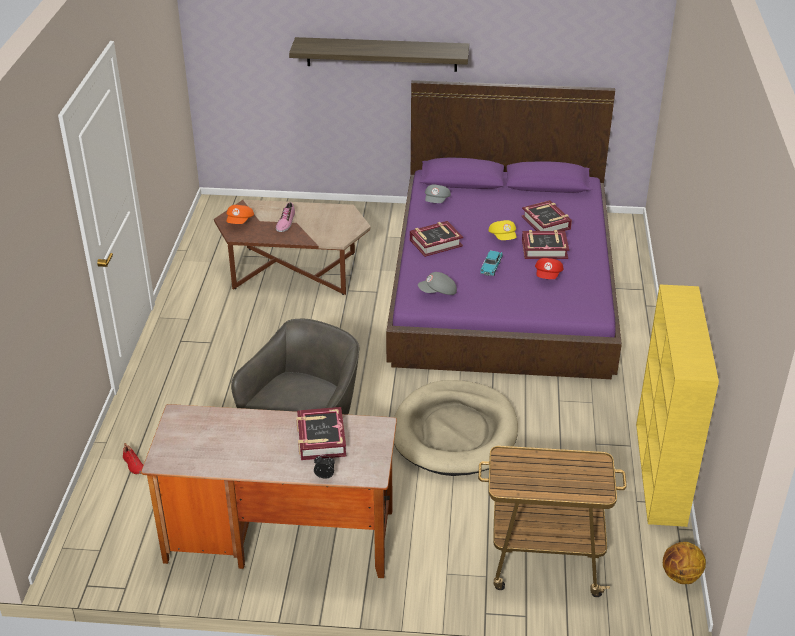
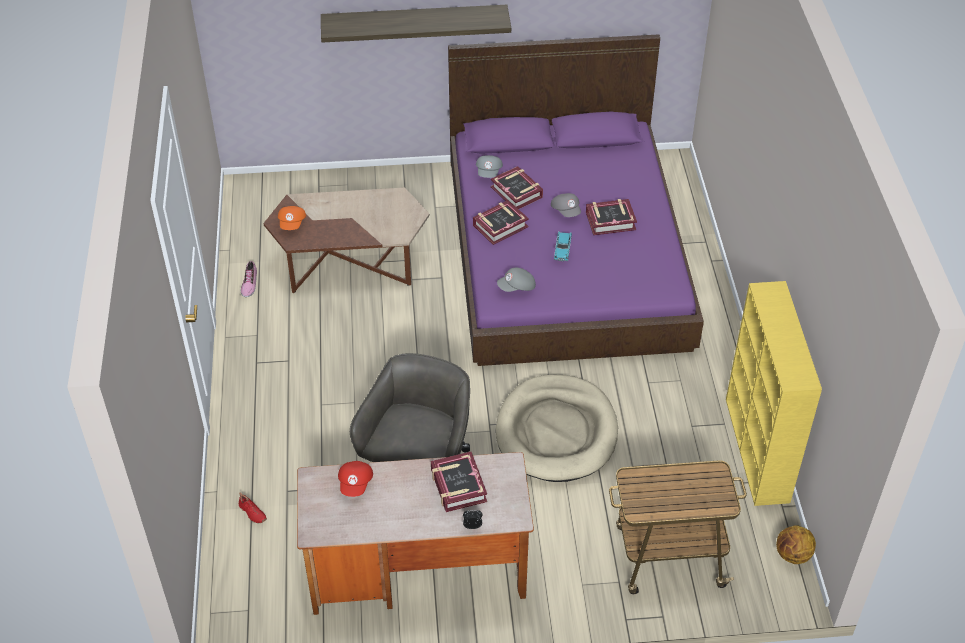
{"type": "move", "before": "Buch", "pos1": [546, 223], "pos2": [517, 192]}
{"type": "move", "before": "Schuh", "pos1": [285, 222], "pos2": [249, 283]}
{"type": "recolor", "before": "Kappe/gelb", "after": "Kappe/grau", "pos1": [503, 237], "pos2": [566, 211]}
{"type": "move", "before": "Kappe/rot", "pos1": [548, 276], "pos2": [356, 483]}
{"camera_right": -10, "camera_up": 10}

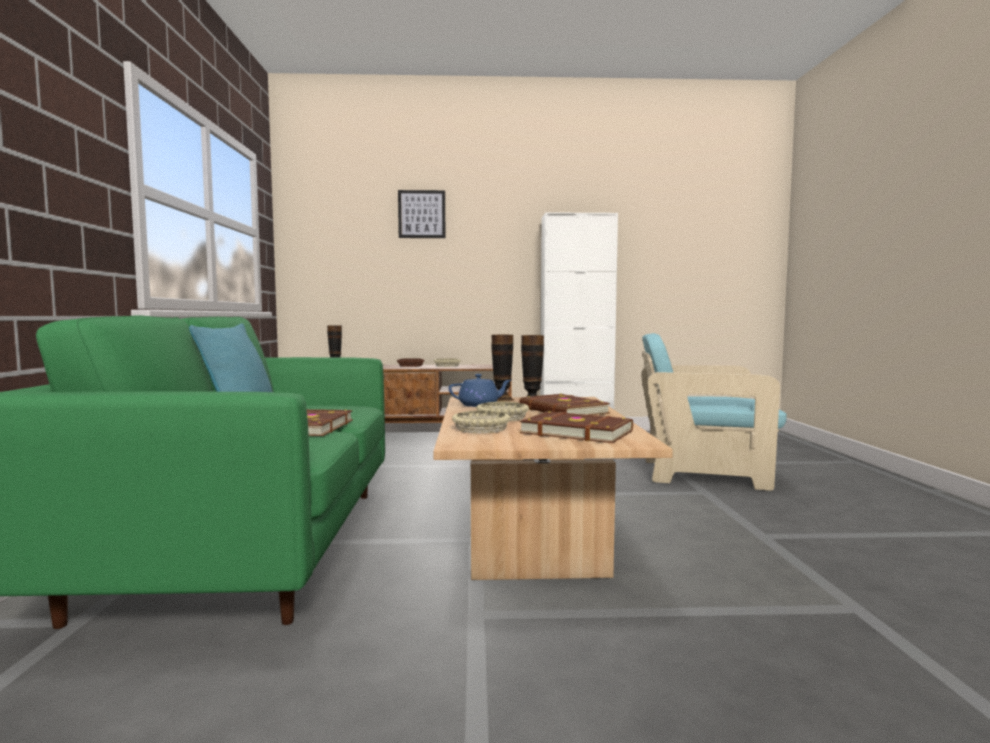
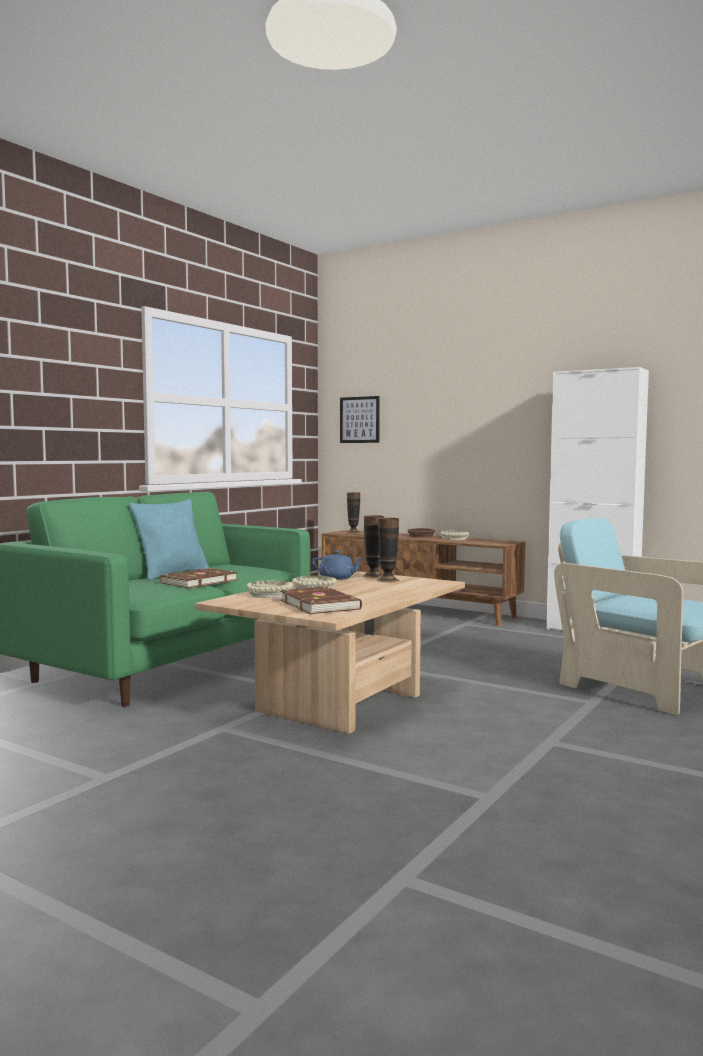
{"type": "move", "before": "Bild", "pos1": [421, 214], "pos2": [359, 419]}
{"type": "delete", "before": "Buch/braun", "pos1": [562, 410]}
{"camera_right": 35, "camera_up": 0}

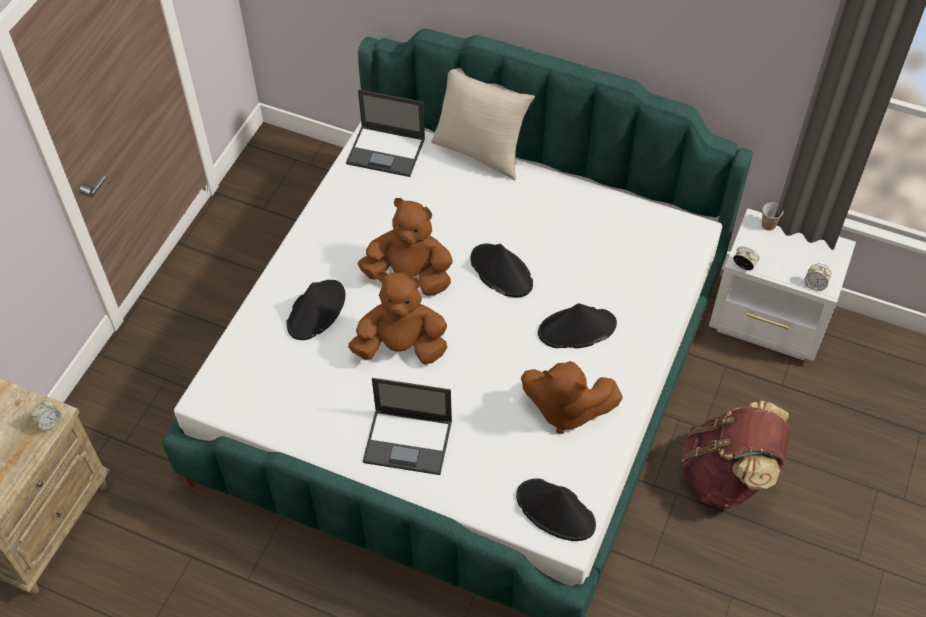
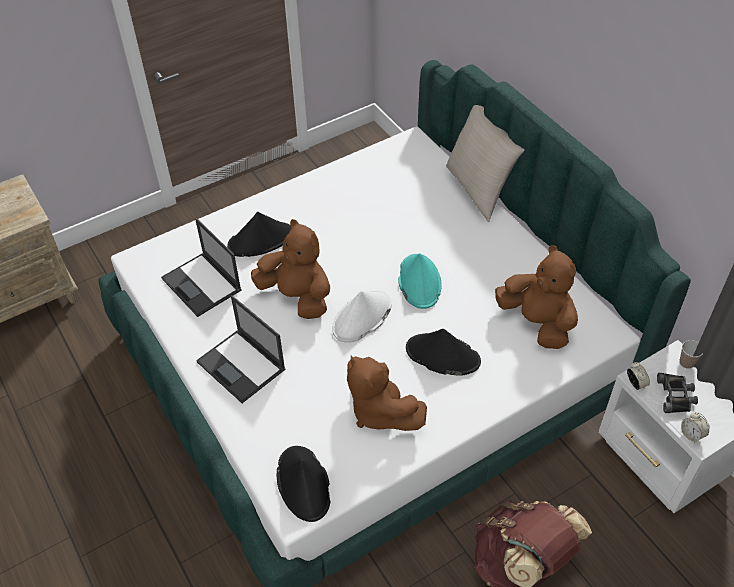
{"type": "move", "before": "Laptop", "pos1": [387, 151], "pos2": [202, 285]}
{"type": "move", "before": "Plüschtier/braun", "pos1": [410, 275], "pos2": [537, 322]}
{"type": "recolor", "before": "Hut/schwarz", "after": "Hut/türkis", "pos1": [501, 271], "pos2": [419, 282]}
{"type": "delete", "before": "Wecker", "pos1": [50, 422]}
{"type": "insert", "after": "Hut/weiß", "pos2": [362, 317]}
{"type": "insert", "after": "Fernglas/schwarz", "pos2": [676, 396]}
{"camera_right": 35, "camera_up": -5}

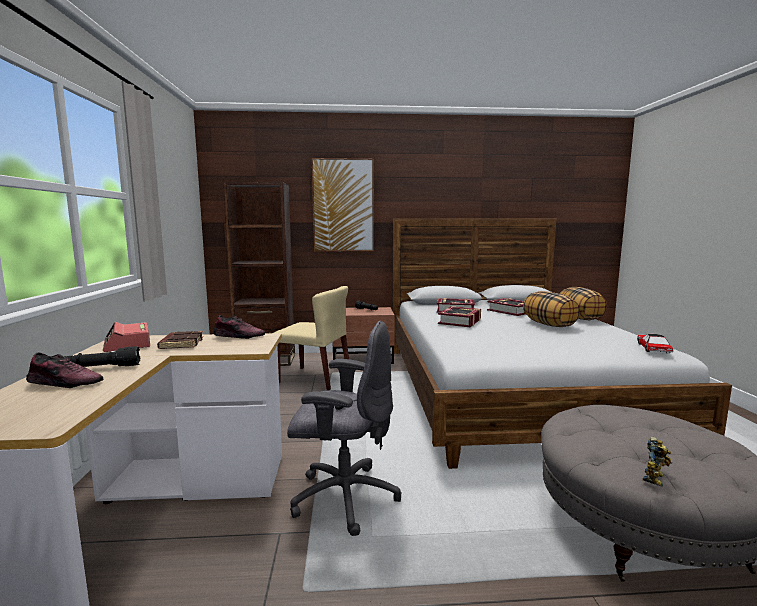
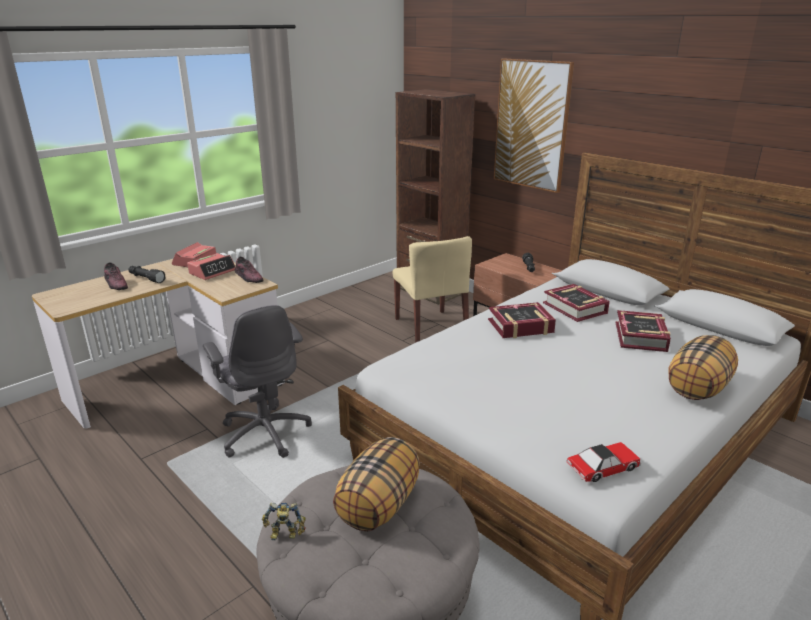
{"type": "move", "before": "Kissen", "pos1": [549, 325], "pos2": [379, 506]}
{"type": "replace", "before": "Buch/braun", "after": "Wecker", "pos1": [181, 343], "pos2": [212, 272]}
{"camera_right": 50, "camera_up": 15}

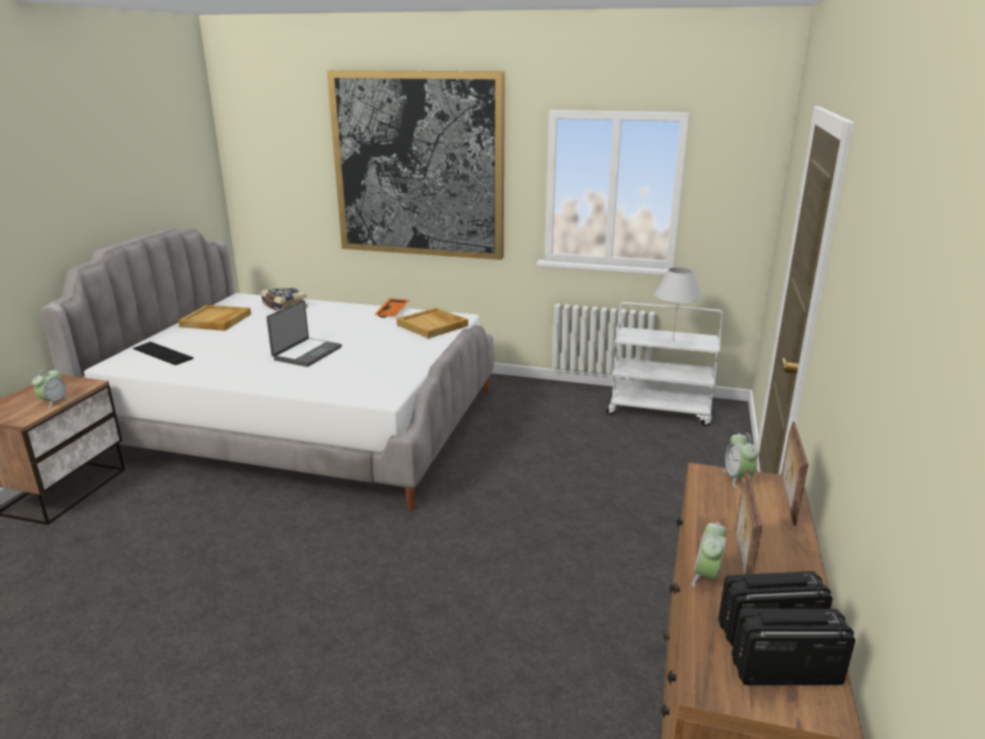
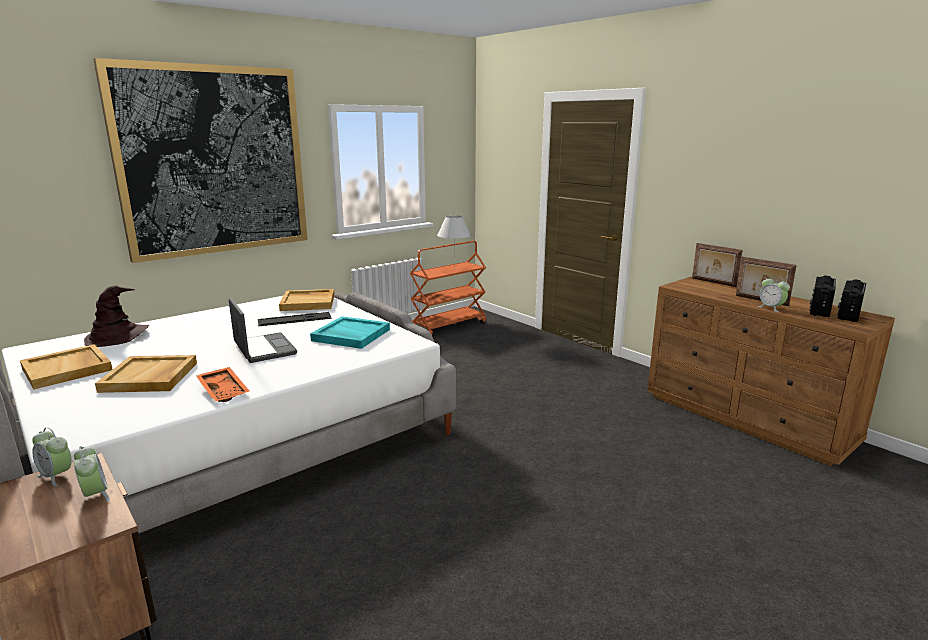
{"type": "replace", "before": "Buch", "after": "Hut/braun", "pos1": [284, 307], "pos2": [117, 336]}
{"type": "move", "before": "Tablett/orange", "pos1": [393, 312], "pos2": [224, 391]}
{"type": "recolor", "before": "Rollwagen/weiß", "after": "Rollwagen/orange", "pos1": [659, 411], "pos2": [448, 326]}
{"type": "move", "before": "Tastatur", "pos1": [162, 353], "pos2": [294, 319]}
{"type": "move", "before": "Wecker", "pos1": [737, 478], "pos2": [57, 476]}
{"type": "insert", "after": "Tablett/türkis", "pos2": [350, 335]}
{"type": "insert", "after": "Tablett/beige", "pos2": [150, 377]}
{"camera_right": -55, "camera_up": -5}

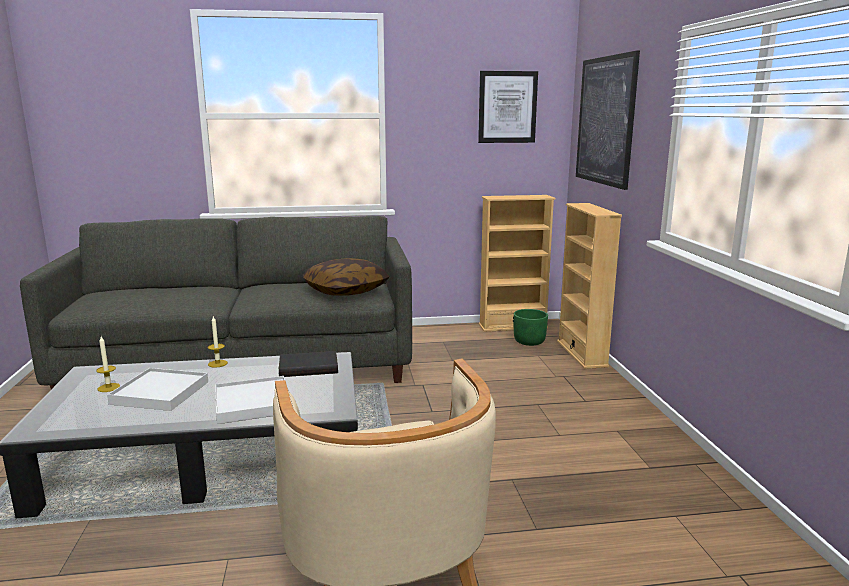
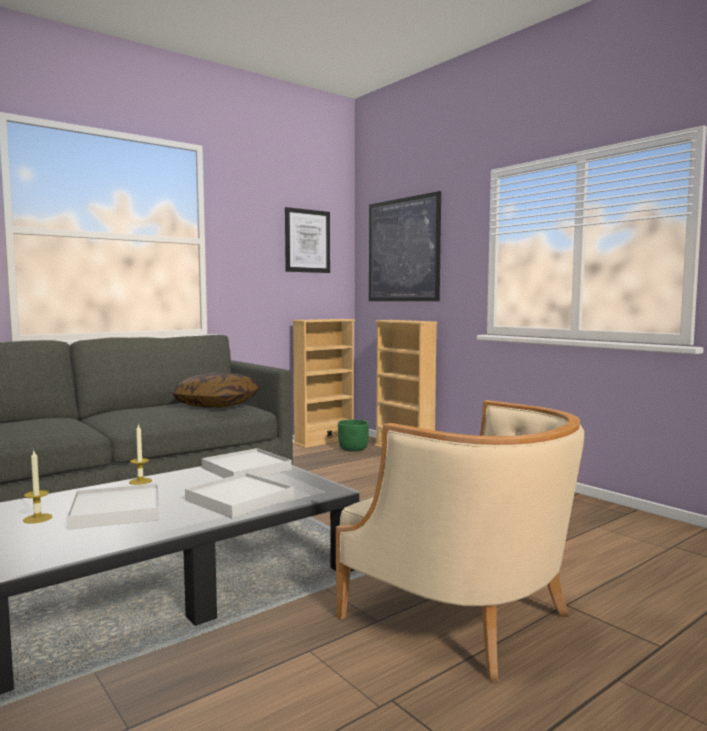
{"type": "replace", "before": "Buch/schwarz", "after": "Tablett/weiß", "pos1": [309, 367], "pos2": [246, 469]}
{"camera_right": -30, "camera_up": -10}

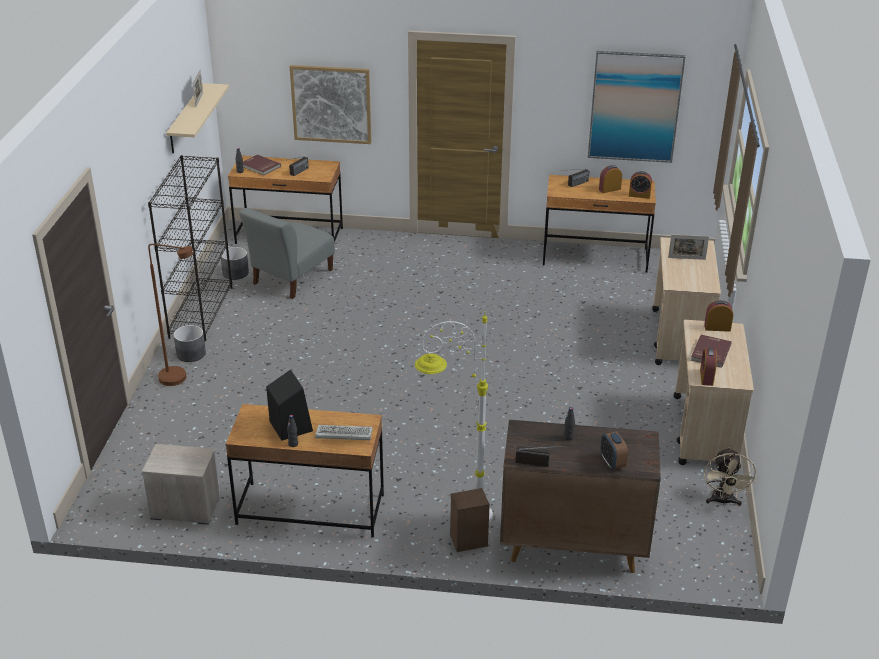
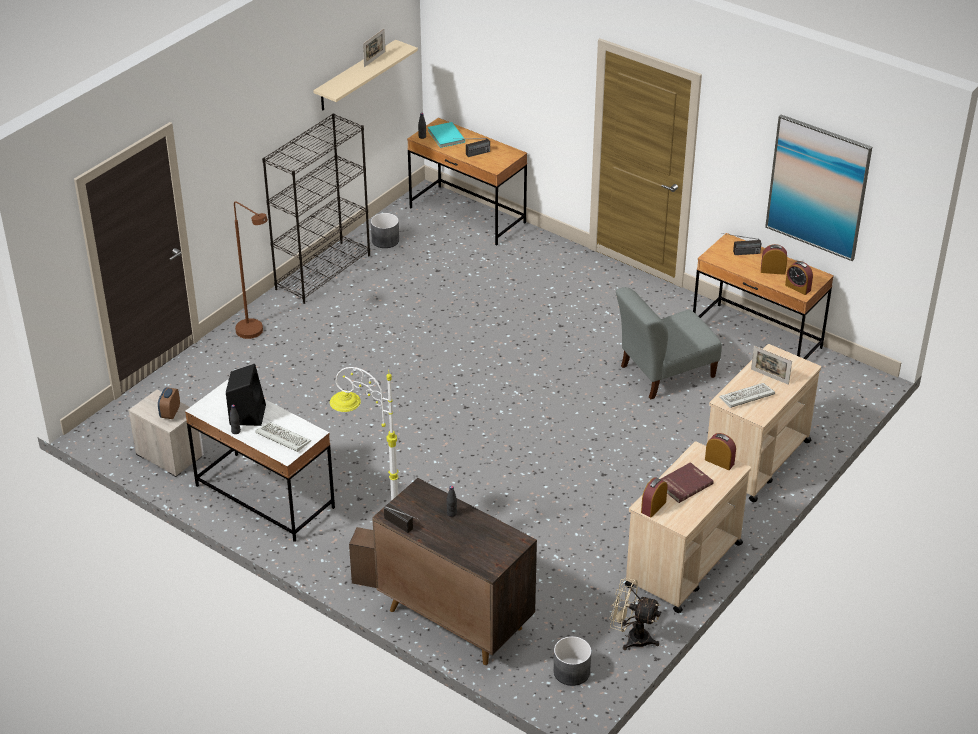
{"type": "delete", "before": "Bild", "pos1": [331, 104]}
{"type": "recolor", "before": "Buch/rot", "after": "Buch/türkis", "pos1": [260, 166], "pos2": [445, 136]}
{"type": "move", "before": "Stuhl/grau", "pos1": [291, 279], "pos2": [664, 373]}
{"type": "move", "before": "Pflanzkübel/grau", "pos1": [191, 354], "pos2": [571, 672]}
{"type": "recolor", "before": "Schreibtisch/braun", "after": "Schreibtisch/weiß", "pos1": [310, 509], "pos2": [264, 496]}
{"type": "move", "before": "Wecker", "pos1": [612, 462], "pos2": [170, 413]}
{"type": "rotate", "before": "Ventilator/beige", "pos1": [723, 501], "pos2": [632, 637], "turn": 75}
{"type": "insert", "after": "Tastatur", "pos2": [746, 398]}
{"camera_right": 30, "camera_up": 5}

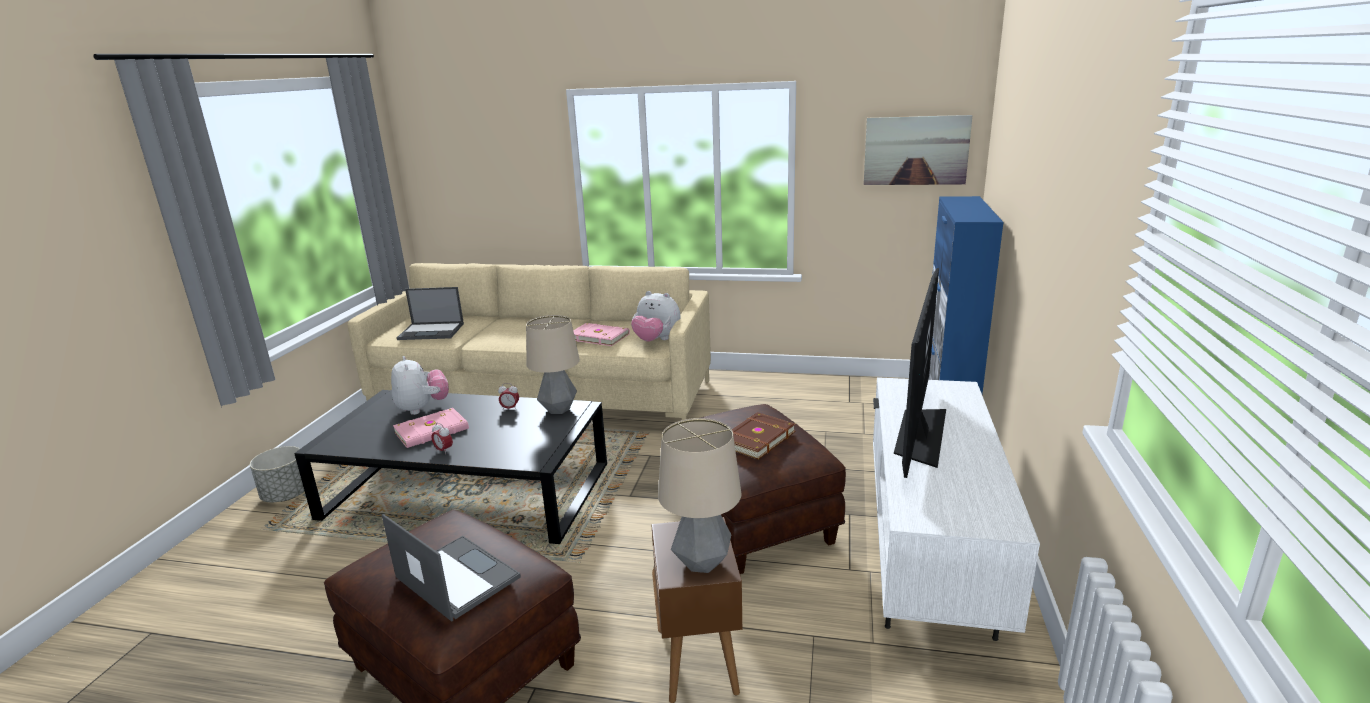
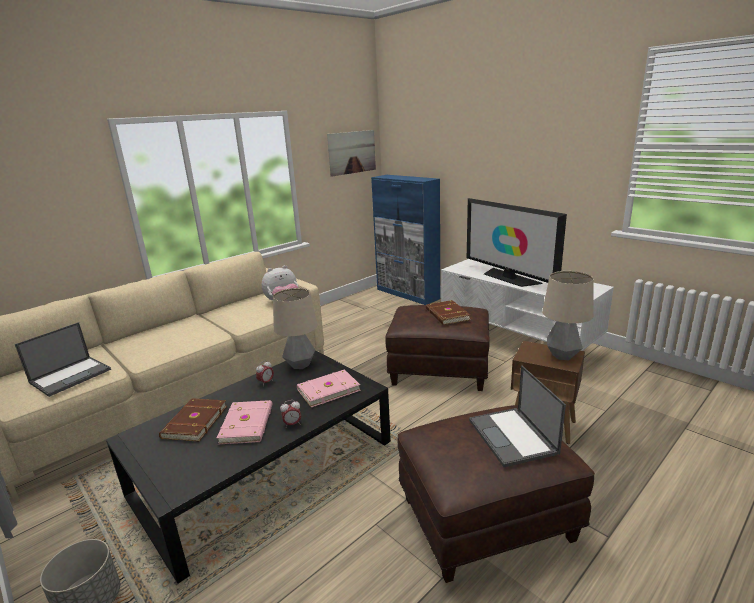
{"type": "move", "before": "Buch/rosa", "pos1": [599, 336], "pos2": [327, 390]}
{"type": "replace", "before": "Plüschtier", "after": "Buch/braun", "pos1": [422, 408], "pos2": [193, 422]}
{"type": "rotate", "before": "Laptop", "pos1": [456, 577], "pos2": [513, 437], "turn": -90}
{"camera_right": -55, "camera_up": 0}

